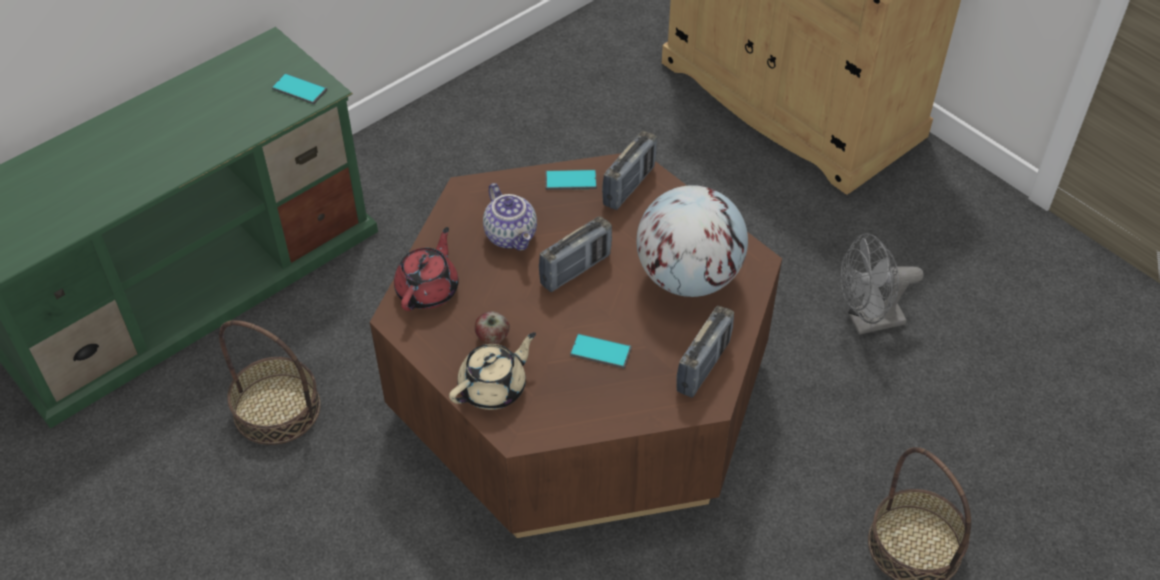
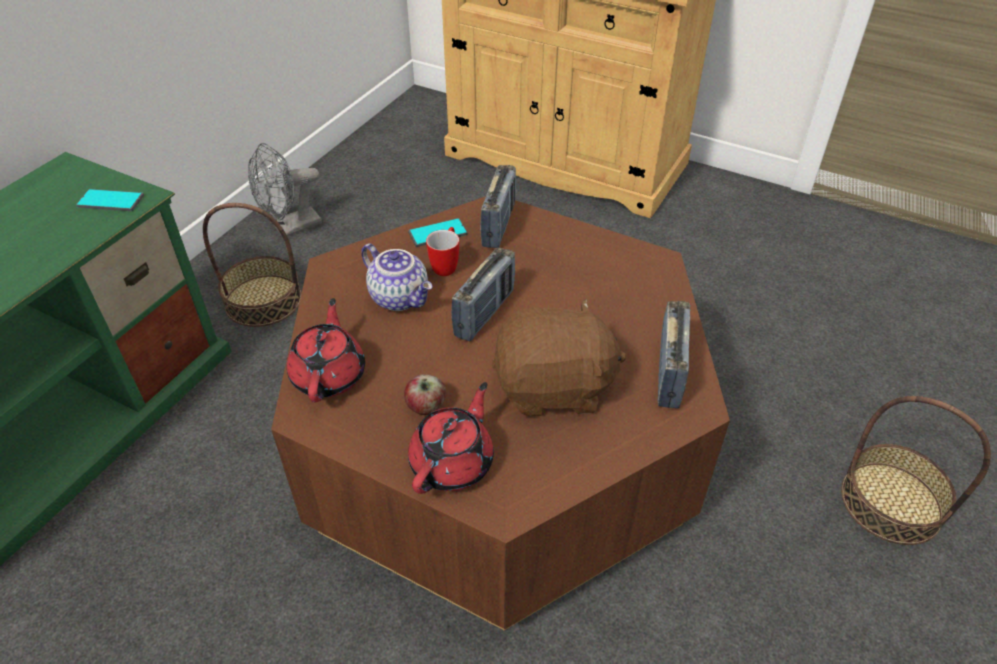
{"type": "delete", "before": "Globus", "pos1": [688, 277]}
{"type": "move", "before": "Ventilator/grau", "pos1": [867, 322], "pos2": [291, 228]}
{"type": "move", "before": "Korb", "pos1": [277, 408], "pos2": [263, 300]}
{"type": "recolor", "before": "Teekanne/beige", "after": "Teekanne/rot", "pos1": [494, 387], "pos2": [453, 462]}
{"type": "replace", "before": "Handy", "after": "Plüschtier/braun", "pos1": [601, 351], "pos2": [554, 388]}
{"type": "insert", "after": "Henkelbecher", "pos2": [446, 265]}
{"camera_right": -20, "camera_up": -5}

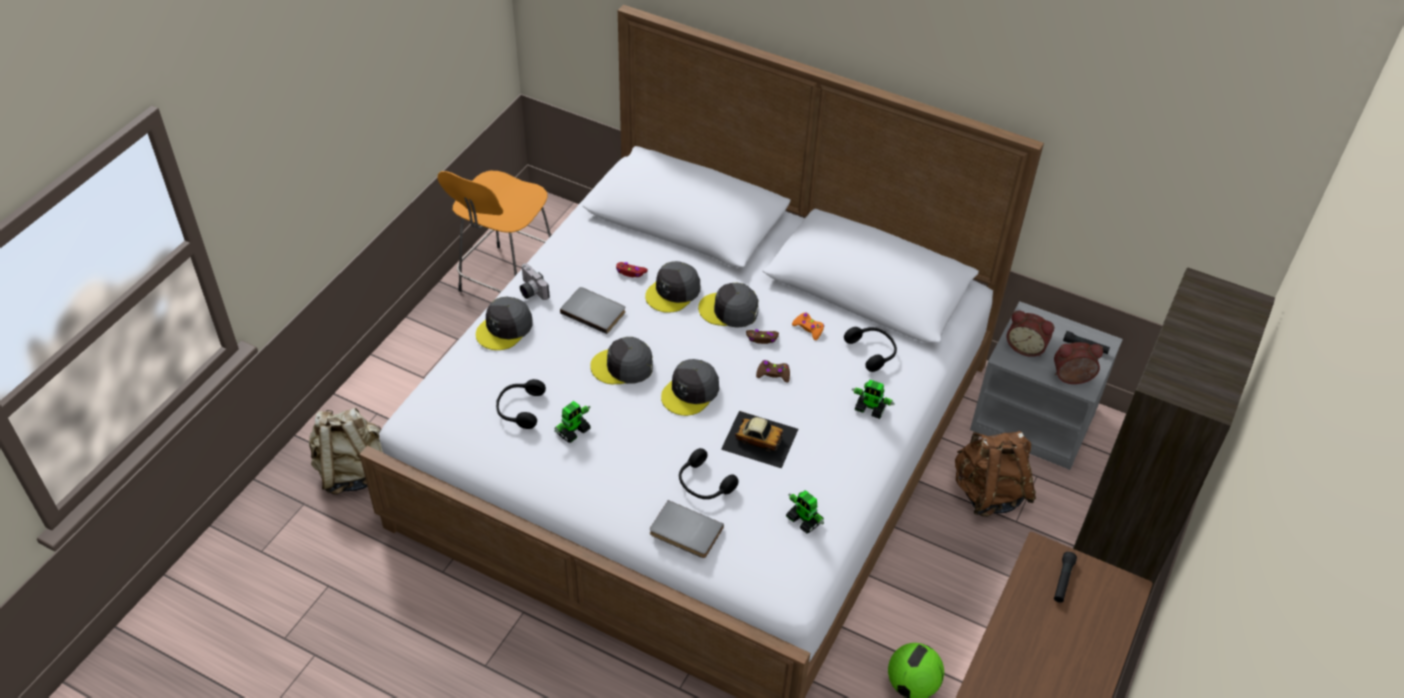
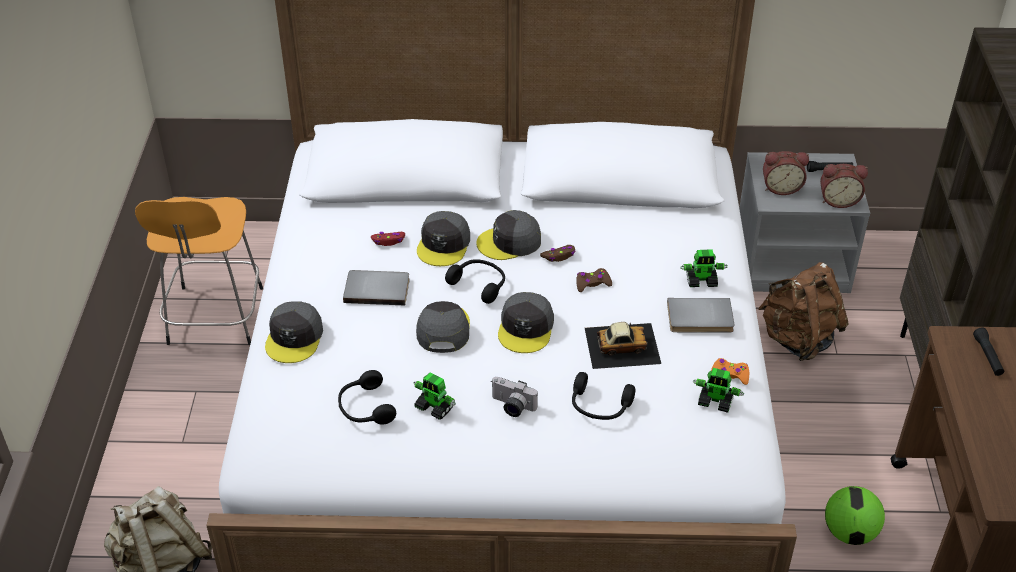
{"type": "move", "before": "Kamera", "pos1": [530, 291], "pos2": [511, 407]}
{"type": "move", "before": "Gamepad/orange", "pos1": [808, 328], "pos2": [729, 375]}
{"type": "move", "before": "Kopfhörer/schwarz", "pos1": [872, 351], "pos2": [479, 284]}
{"type": "rotate", "before": "Kappe/grau", "pos1": [623, 366], "pos2": [442, 329], "turn": 120}
{"type": "rotate", "before": "Wecker", "pos1": [1072, 379], "pos2": [838, 200], "turn": -150}
{"type": "rotate", "before": "Spielzeugroboter", "pos1": [573, 430], "pos2": [435, 407], "turn": 105}
{"type": "move", "before": "Buch/grau", "pos1": [685, 532], "pos2": [700, 319]}
{"camera_right": -25, "camera_up": -5}

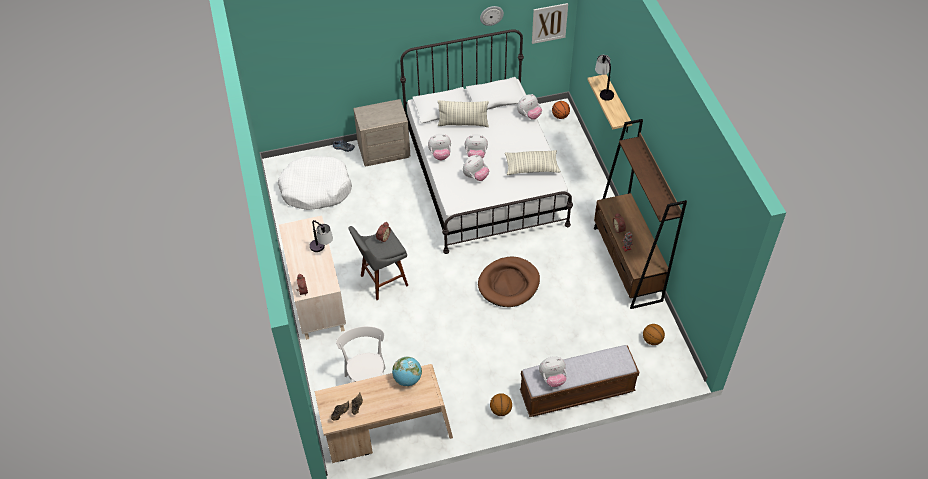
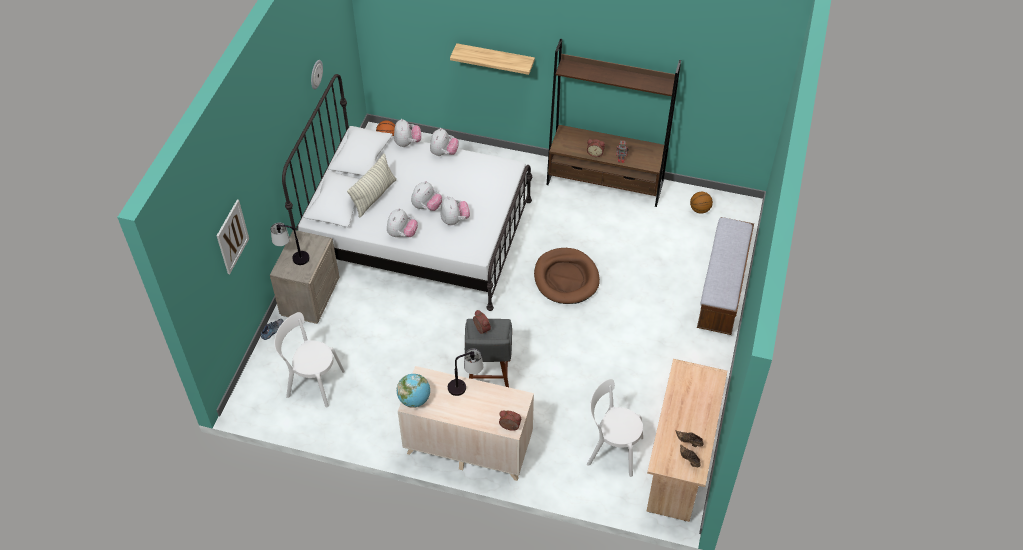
{"type": "move", "before": "Bild", "pos1": [549, 23], "pos2": [232, 237]}
{"type": "move", "before": "Tischlampe", "pos1": [603, 91], "pos2": [292, 258]}
{"type": "delete", "before": "Kissen", "pos1": [531, 167]}
{"type": "replace", "before": "Hundebett/weiß", "after": "Stuhl/weiß", "pos1": [316, 189], "pos2": [312, 382]}
{"type": "move", "before": "Plüschtier", "pos1": [552, 378], "pos2": [444, 153]}
{"type": "move", "before": "Globus", "pos1": [407, 379], "pos2": [414, 399]}
{"type": "delete", "before": "Basketball", "pos1": [500, 410]}
{"camera_right": -60, "camera_up": 0}

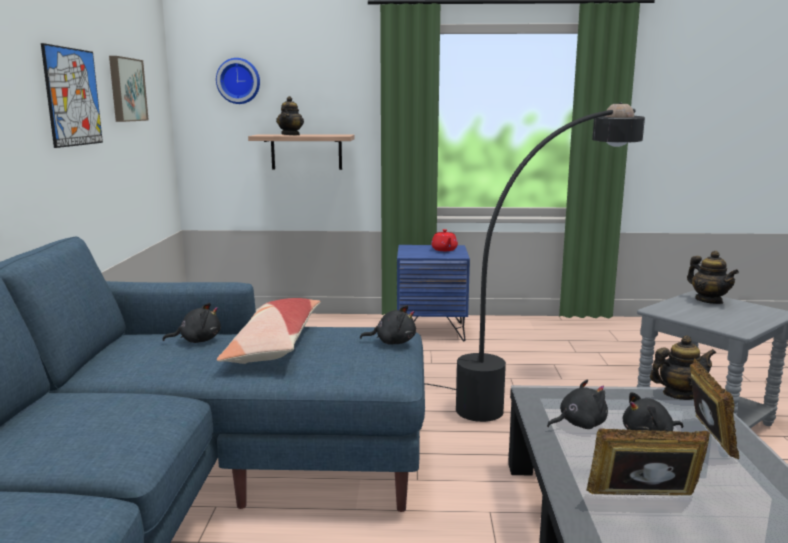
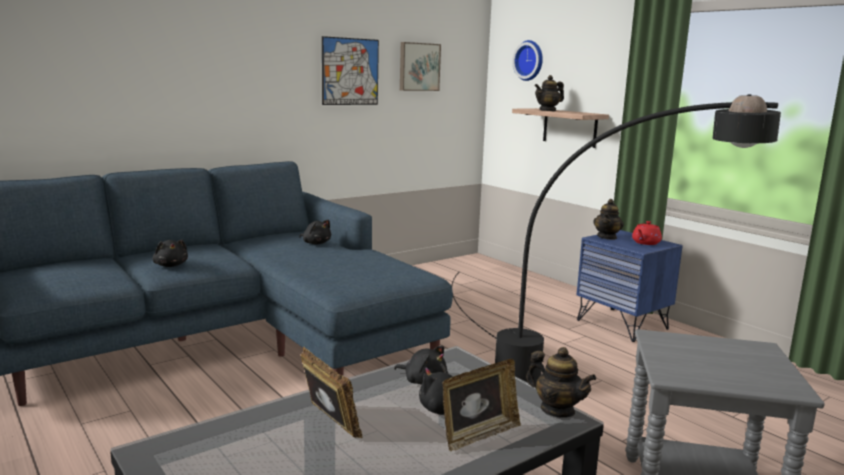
{"type": "move", "before": "Teekanne", "pos1": [709, 301], "pos2": [607, 237]}
{"type": "delete", "before": "Kissen", "pos1": [274, 345]}
{"type": "move", "before": "Plüschtier/schwarz", "pos1": [392, 342], "pos2": [171, 265]}
{"camera_right": 50, "camera_up": 0}

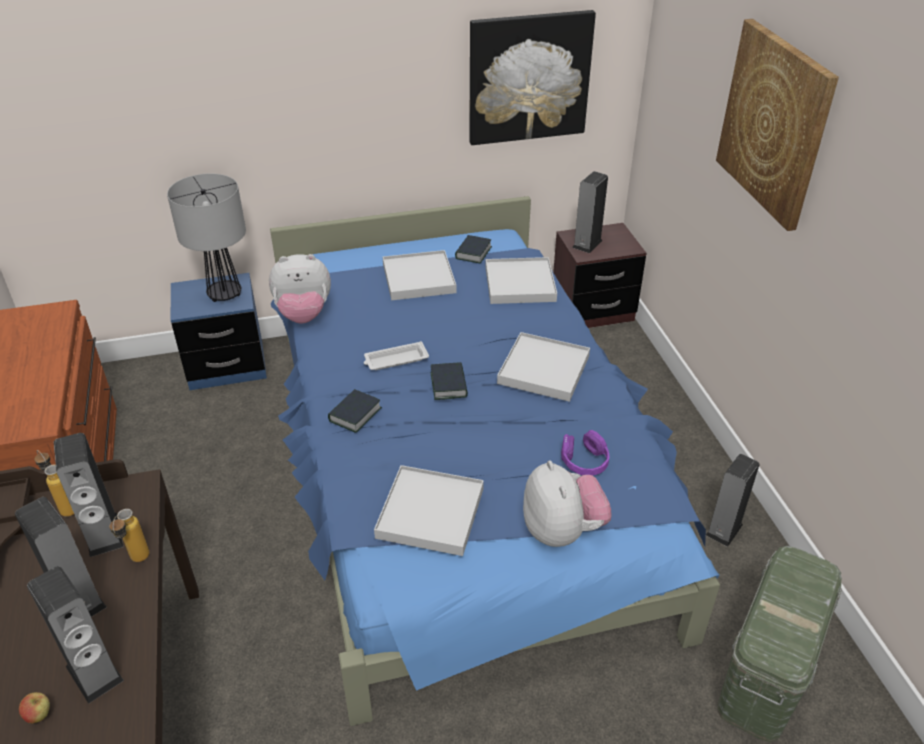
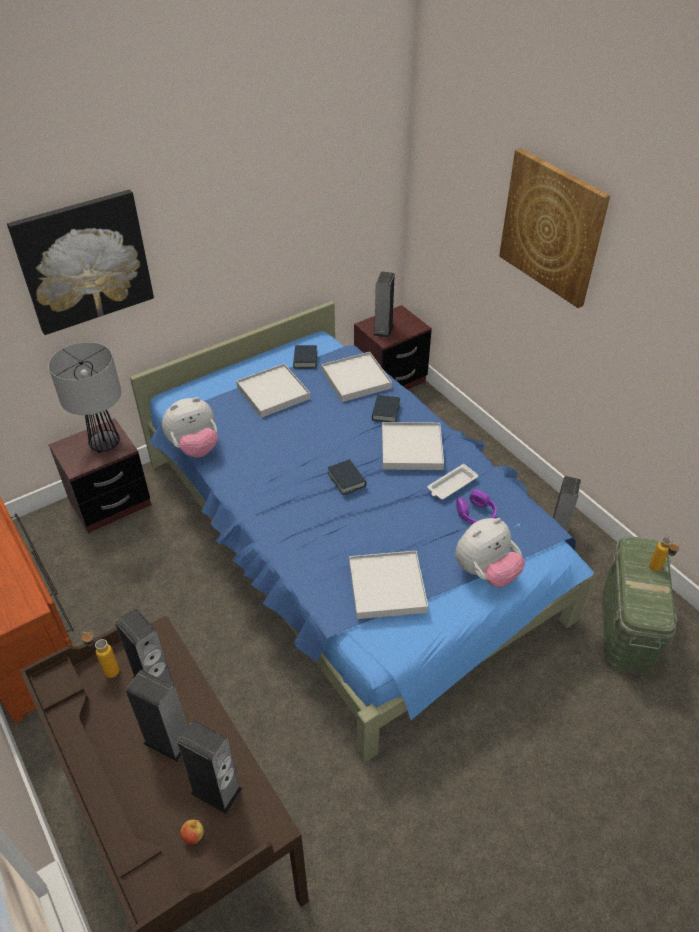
{"type": "move", "before": "Bild", "pos1": [528, 77], "pos2": [84, 261]}
{"type": "recolor", "before": "Nachttisch/blau", "after": "Nachttisch/braun", "pos1": [227, 366], "pos2": [110, 503]}
{"type": "move", "before": "Tablett/weiß", "pos1": [395, 360], "pos2": [451, 485]}
{"type": "move", "before": "Buch", "pos1": [355, 414], "pos2": [385, 412]}
{"type": "rotate", "before": "Plüschtier", "pos1": [562, 531], "pos2": [485, 572], "turn": 90}
{"type": "move", "before": "Flasche", "pos1": [137, 562], "pos2": [657, 571]}
{"camera_right": -20, "camera_up": 5}

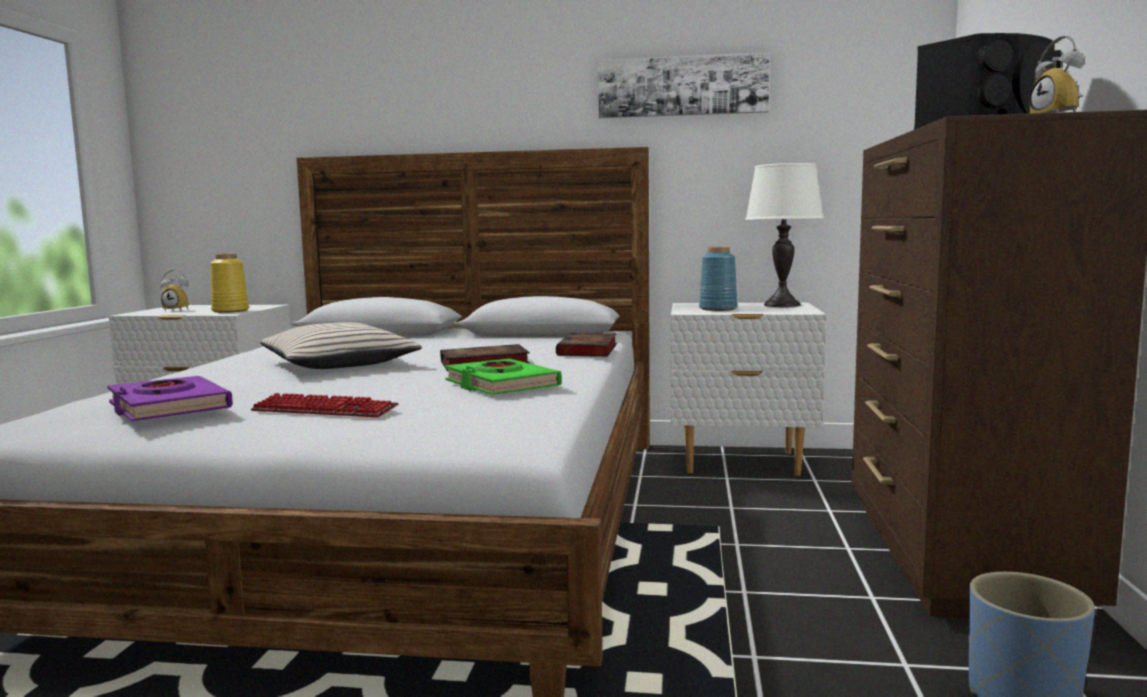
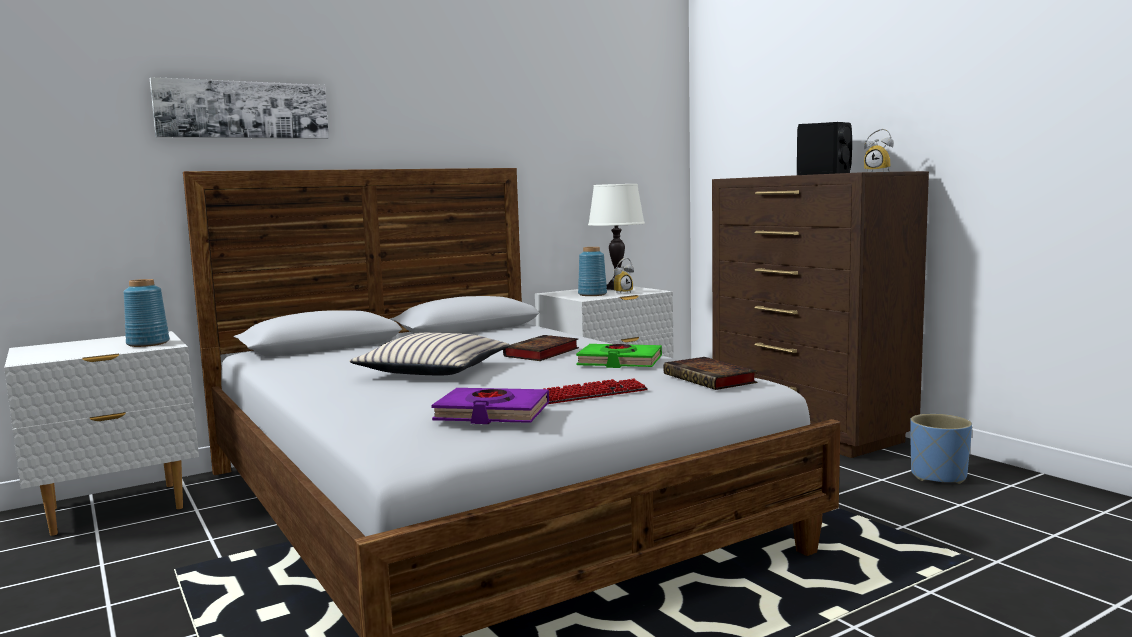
{"type": "move", "before": "Bild", "pos1": [682, 86], "pos2": [243, 110]}
{"type": "recolor", "before": "Vase/gelb", "after": "Vase/blau", "pos1": [230, 311], "pos2": [147, 343]}
{"type": "move", "before": "Wecker", "pos1": [179, 310], "pos2": [622, 293]}
{"type": "move", "before": "Buch", "pos1": [588, 350], "pos2": [711, 379]}
{"camera_right": -40, "camera_up": 0}

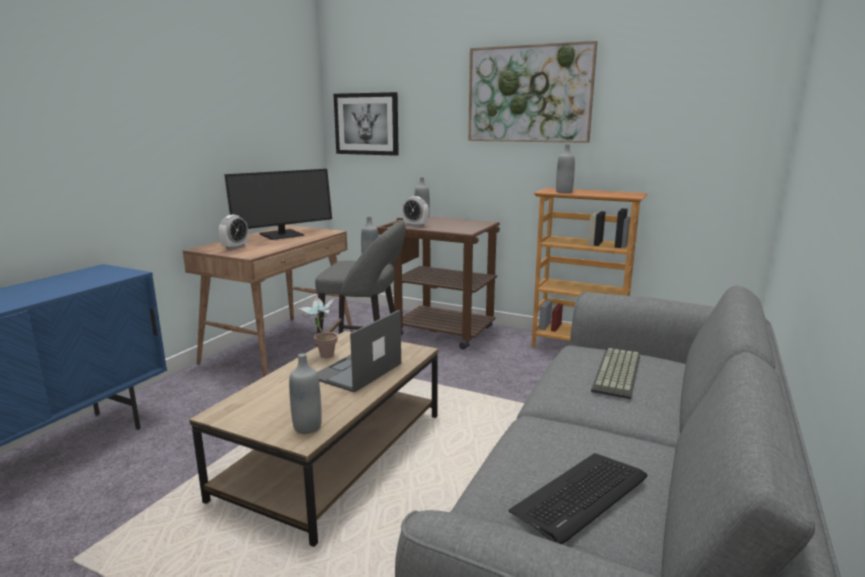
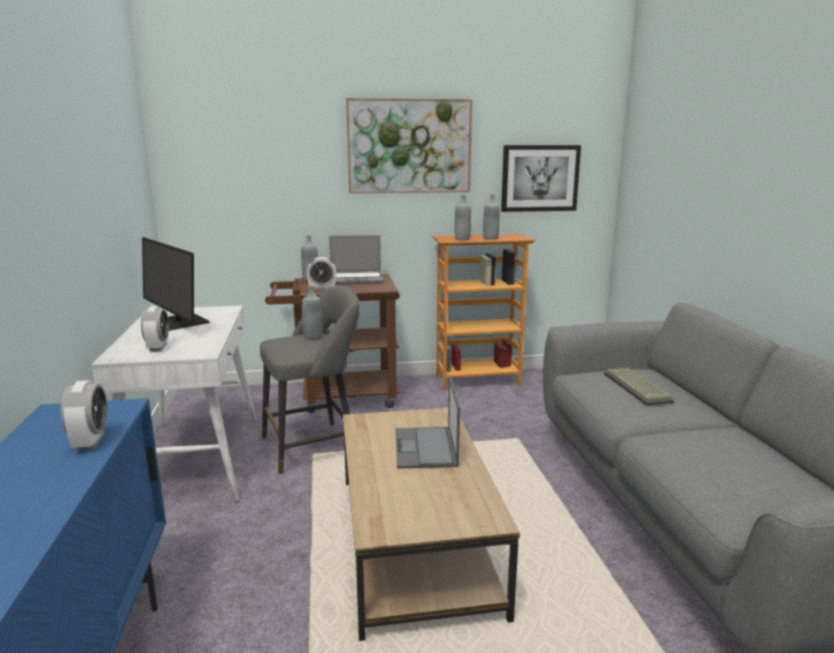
{"type": "move", "before": "Bild", "pos1": [366, 124], "pos2": [540, 178]}
{"type": "rotate", "before": "Monitor", "pos1": [282, 235], "pos2": [178, 322], "turn": 120}
{"type": "recolor", "before": "Schreibtisch/braun", "after": "Schreibtisch/weiß", "pos1": [280, 346], "pos2": [194, 459]}
{"type": "delete", "before": "Topfpflanze", "pos1": [321, 356]}
{"type": "move", "before": "Flasche/grau", "pos1": [307, 427], "pos2": [490, 238]}
{"type": "delete", "before": "Tastatur", "pos1": [581, 496]}
{"type": "insert", "after": "Laptop", "pos2": [357, 279]}
{"type": "insert", "after": "Wecker", "pos2": [90, 442]}
{"camera_right": -35, "camera_up": 0}

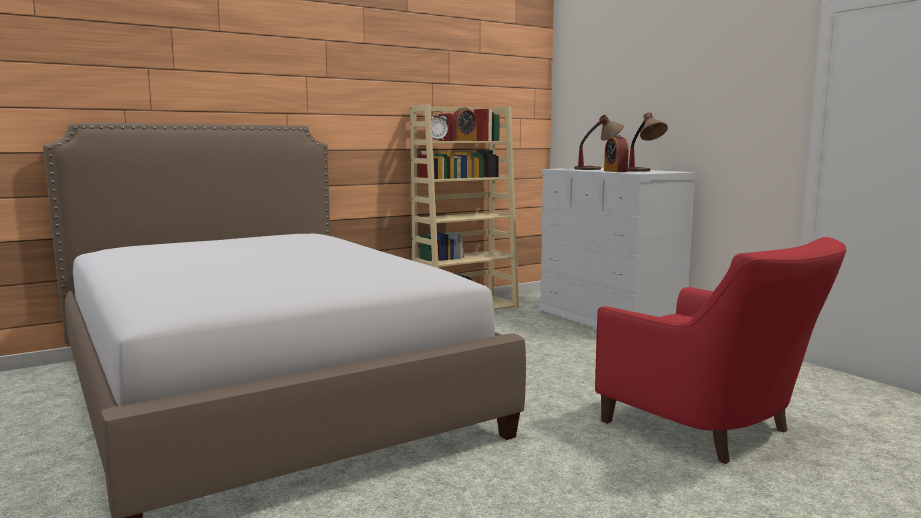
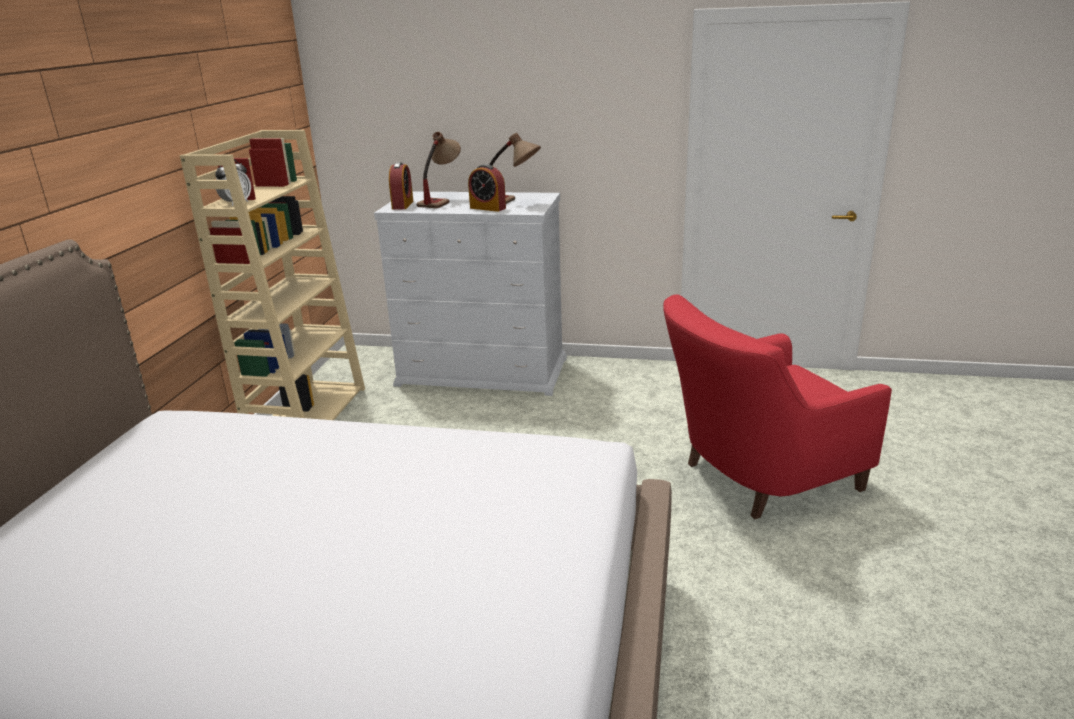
{"type": "move", "before": "Wecker", "pos1": [463, 140], "pos2": [402, 205]}
{"type": "rotate", "before": "Sessel/rot", "pos1": [712, 430], "pos2": [756, 478], "turn": 150}
{"camera_right": -45, "camera_up": 15}

